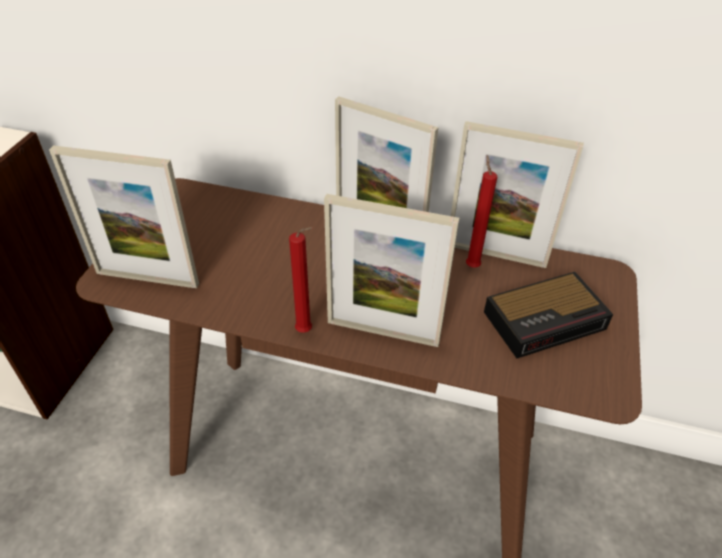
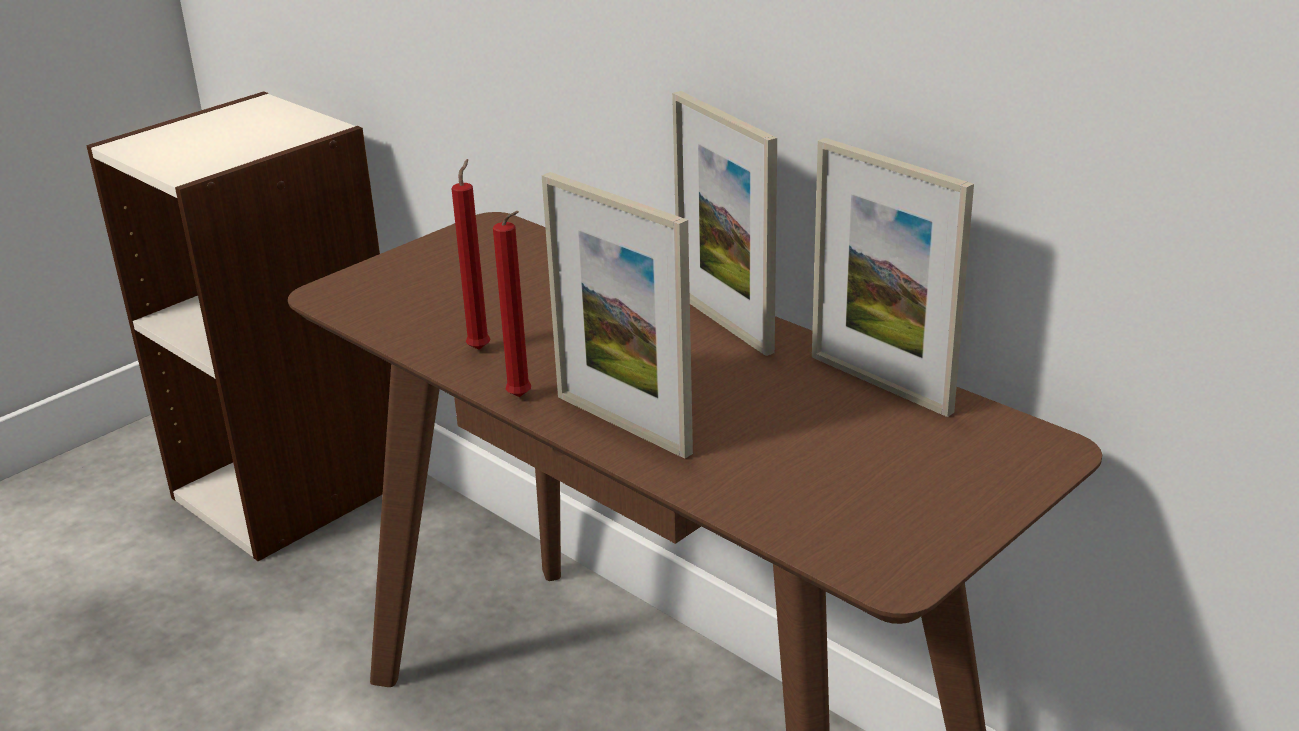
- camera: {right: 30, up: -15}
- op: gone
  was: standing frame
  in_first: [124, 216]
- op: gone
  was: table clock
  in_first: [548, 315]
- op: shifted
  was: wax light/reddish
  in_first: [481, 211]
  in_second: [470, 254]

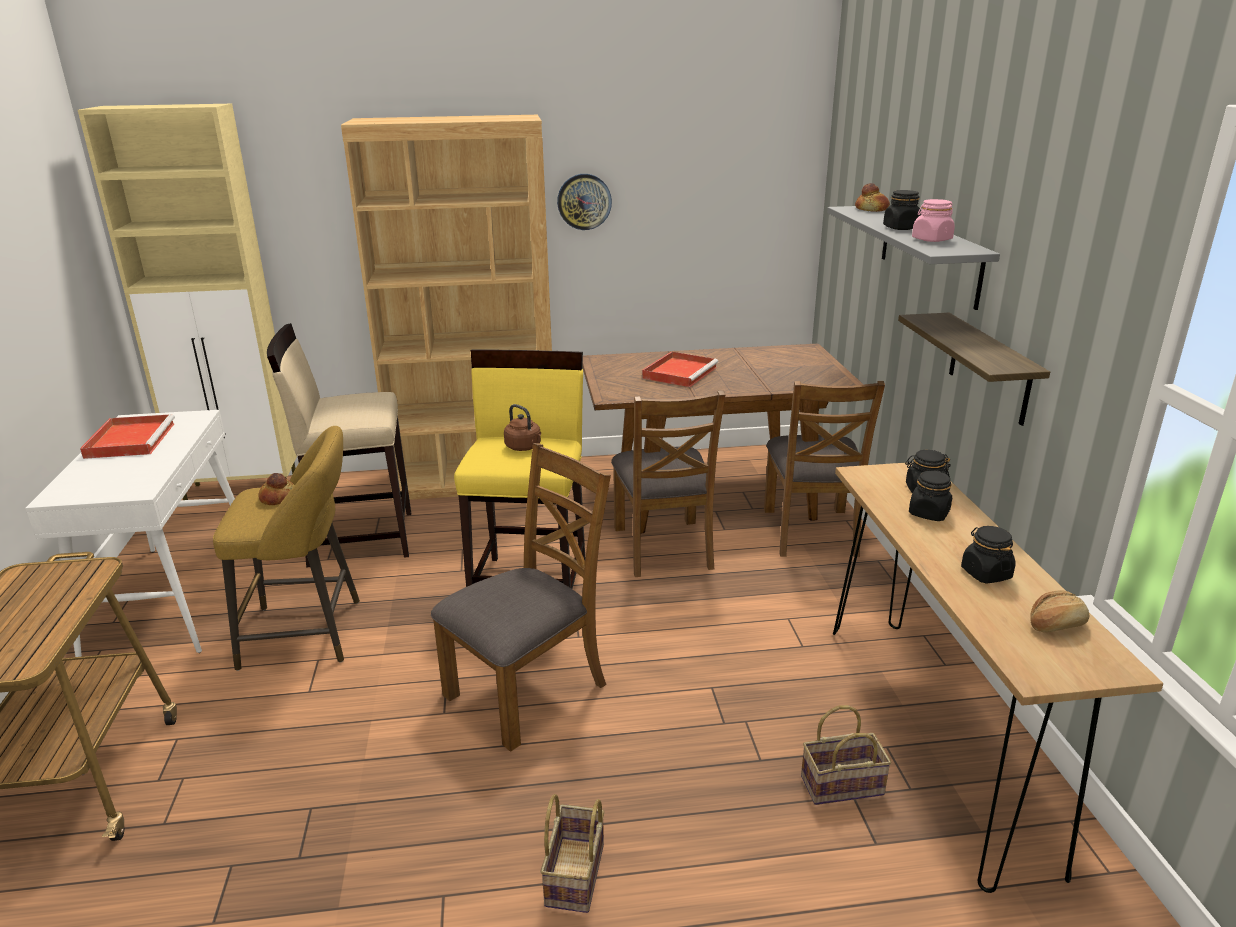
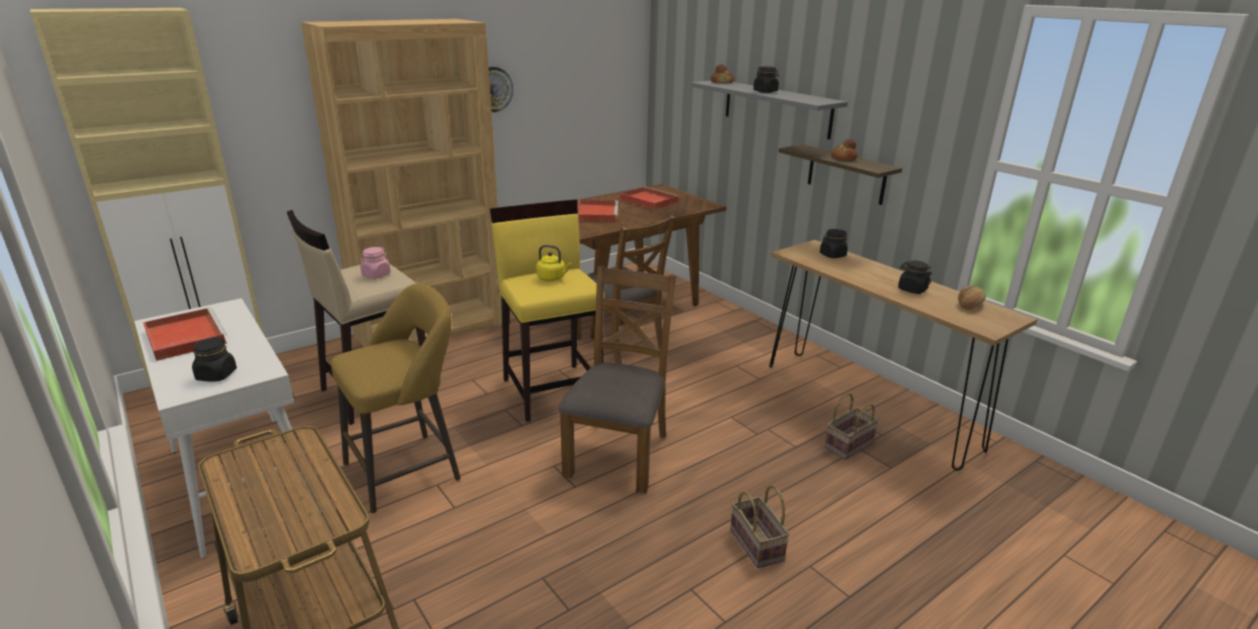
- camera: {right: -30, up: 0}
- op: gone
  was: plain chair/brown
  in_first: [824, 469]
- op: new
  now: tray/reddish
  in_second: [650, 198]
- op: shifted
  was: bread
  in_first: [276, 489]
  in_second: [844, 150]
- op: shifted
  was: jar/blackish
  in_first: [930, 495]
  in_second: [214, 359]
- op: shifted
  was: jar/pinkish
  in_first: [933, 220]
  in_second: [375, 263]
- op: repainted
  was: kettle/brown
  now: kettle/yellowish
  in_first: [522, 427]
  in_second: [554, 263]

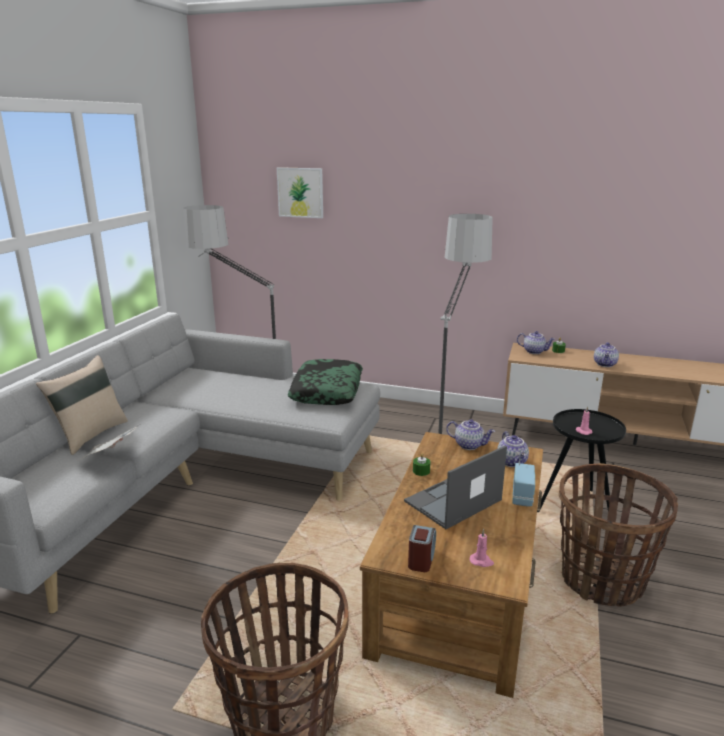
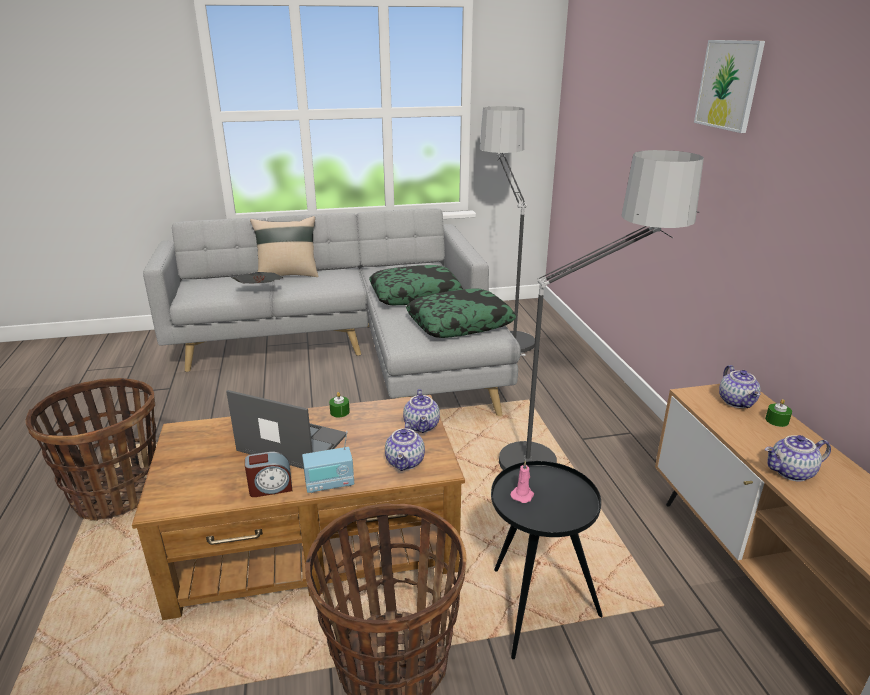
- camera: {right: 60, up: 5}
- op: gone
  was: wax light/pinkish
  in_first: [482, 548]
- op: new
  now: pillow
  in_second: [416, 285]
- op: shifted
  was: wall picture
  in_first: [300, 192]
  in_second: [729, 86]
- op: shifted
  was: table clock
  in_first: [422, 548]
  in_second: [268, 474]
- op: rotated
  was: tea pot
  in_first: [513, 449]
  in_second: [405, 446]
  clockwise: -45

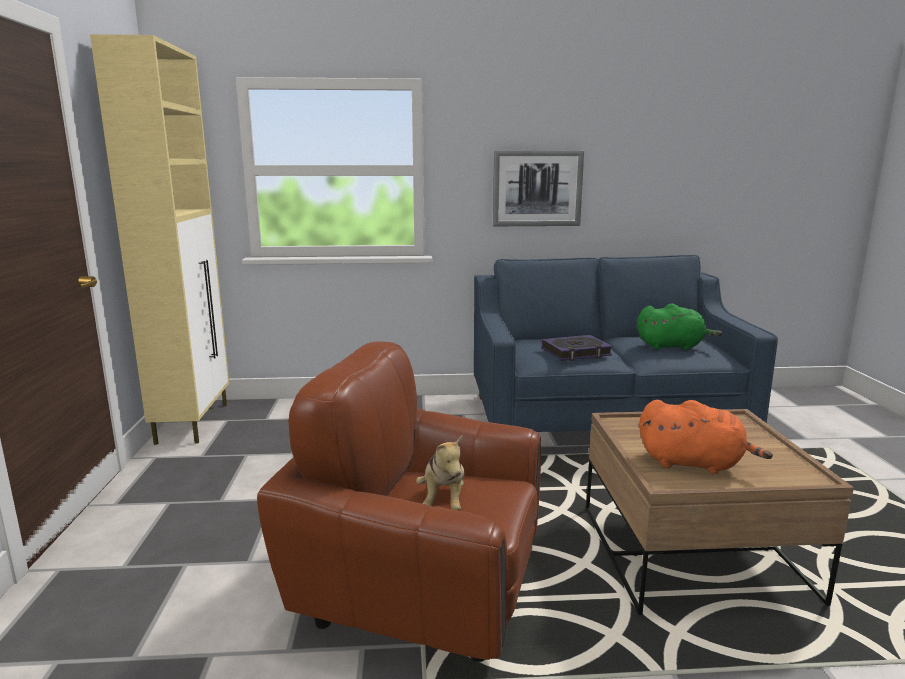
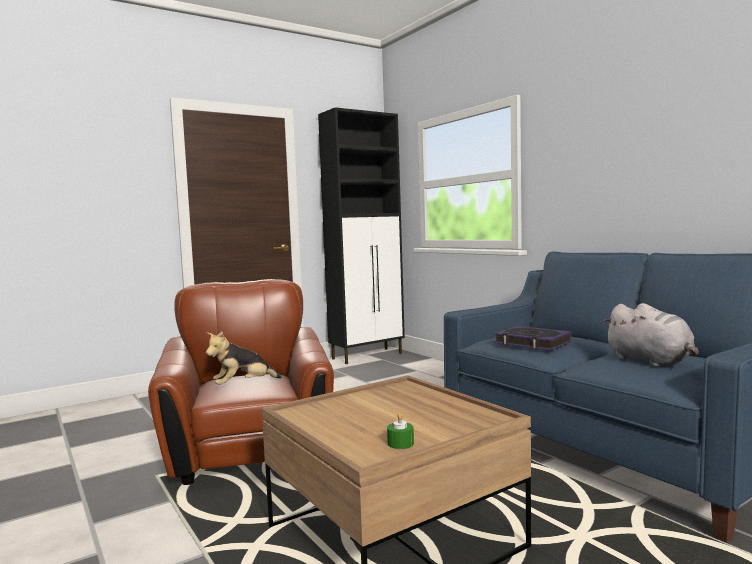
- camera: {right: 60, up: -10}
- op: gone
  was: wall picture
  in_first: [538, 188]
- op: gone
  was: cuddly toy/orange
  in_first: [706, 437]
- op: new
  now: wax light/green-coloured
  in_second: [400, 431]
- op: repainted
  was: storage cabinet/beige
  now: storage cabinet/blackish
  in_first: [159, 239]
  in_second: [361, 235]
- op: repainted
  was: cuddly toy/green-coloured
  now: cuddly toy/gray
  in_first: [679, 326]
  in_second: [651, 335]

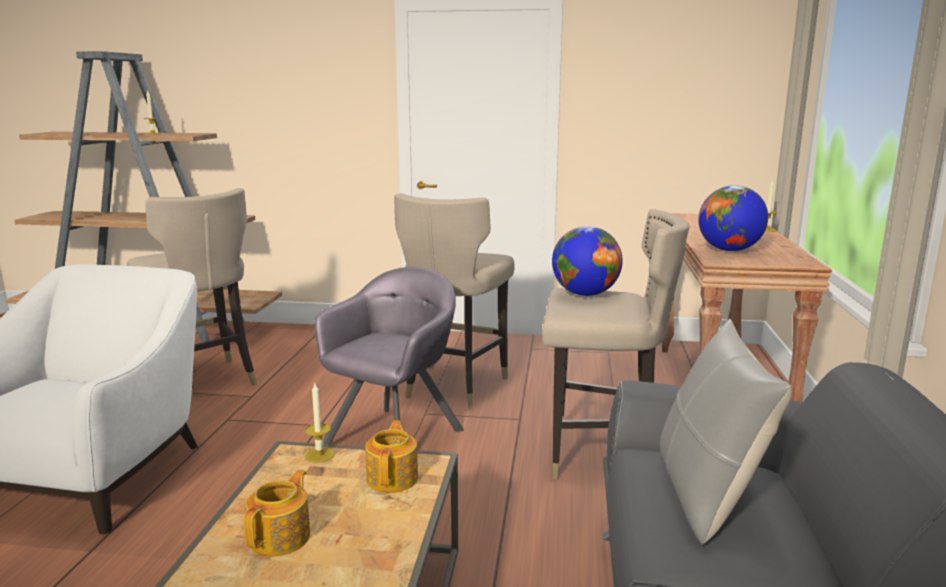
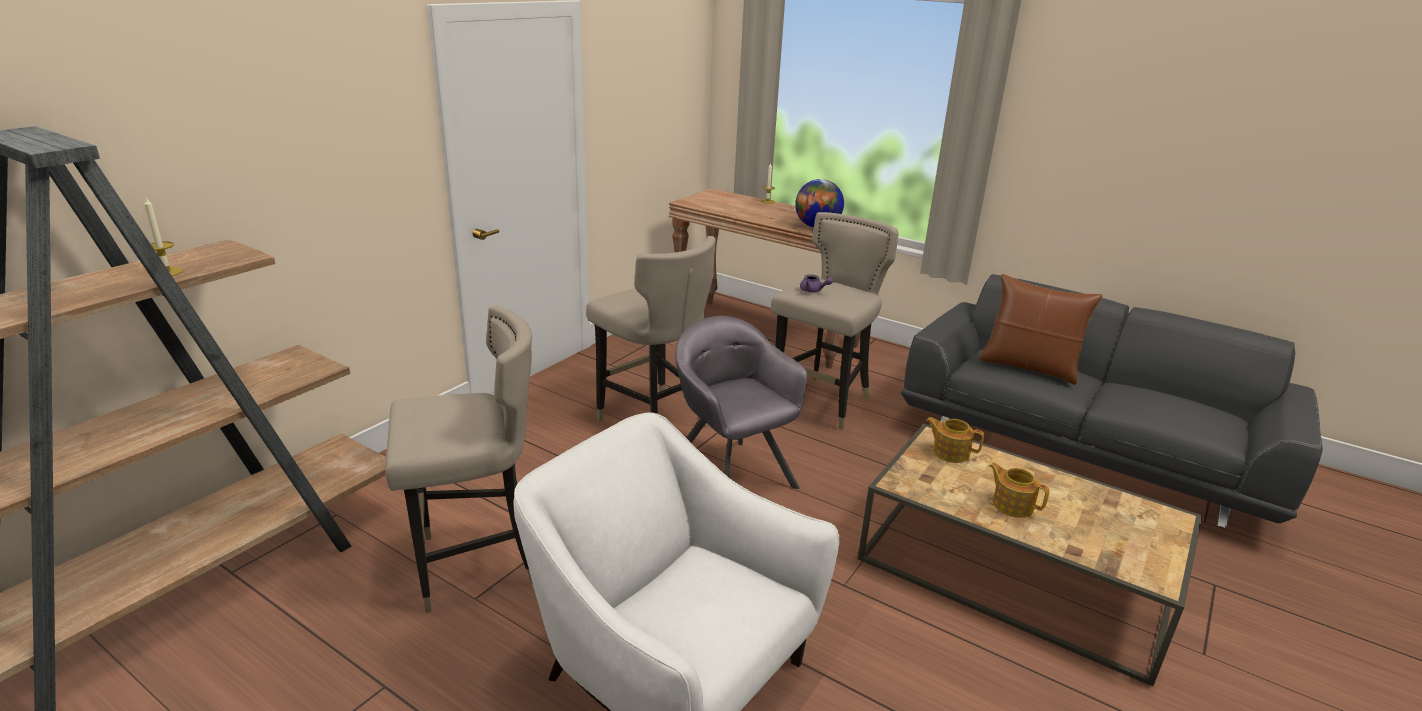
- camera: {right: -65, up: 10}
- op: gone
  was: wax light
  in_first: [320, 423]
- op: swapped
  was: desk globe
  now: tea pot/purple-coloured
  in_first: [587, 261]
  in_second: [816, 283]
- op: repainted
  was: pillow/gray
  now: pillow/brown
  in_first: [726, 431]
  in_second: [1041, 329]

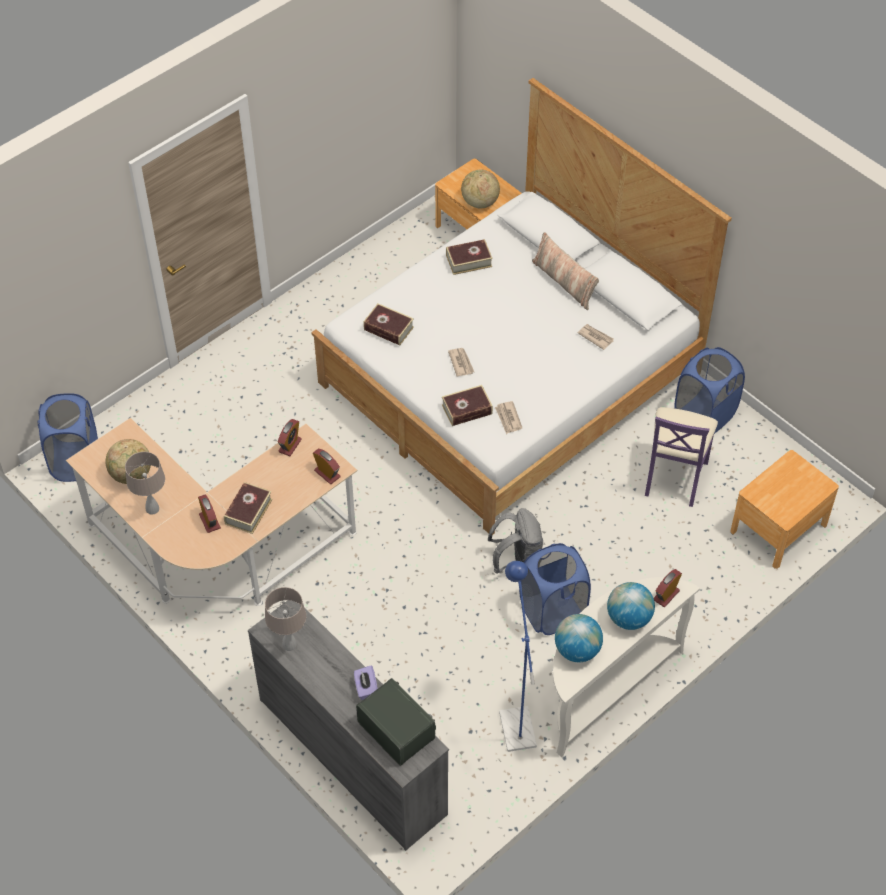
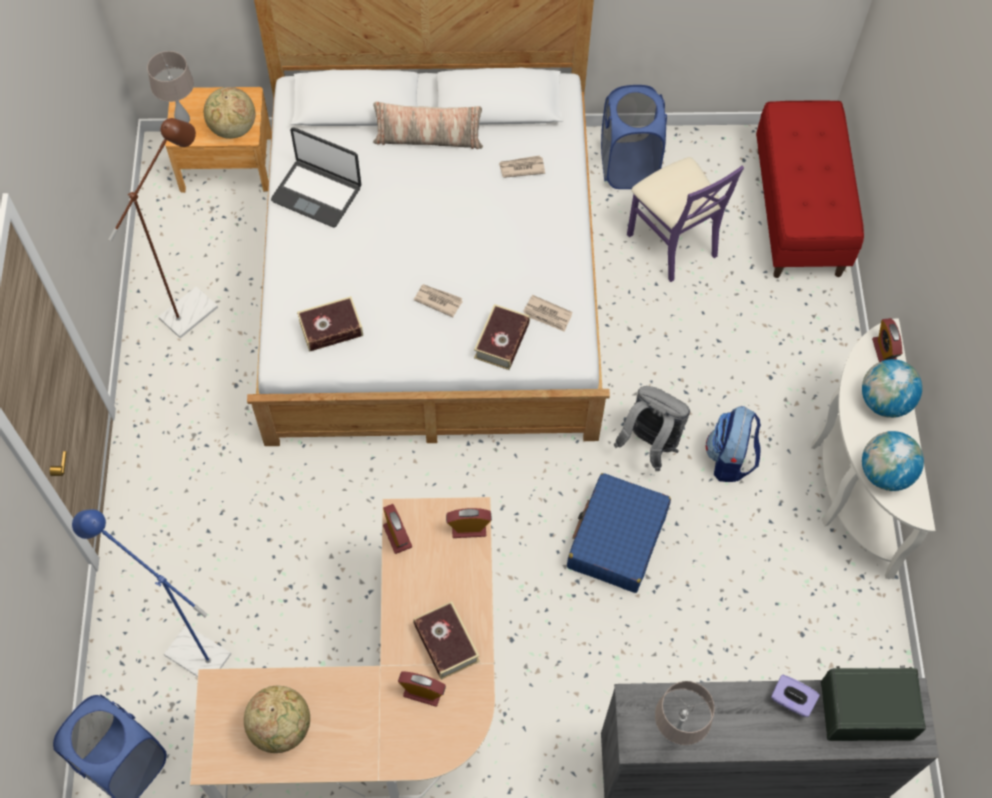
- camera: {right: -50, up: 10}
- op: new
  now: standard lamp/brown
  in_second: [163, 228]
- op: new
  now: suitcase/blue
  in_second: [619, 533]
- op: shifted
  was: tabletop lamp/beige
  in_first: [145, 483]
  in_second: [170, 87]
- op: shifted
  was: standard lamp/blue
  in_first: [518, 656]
  in_second: [151, 593]
- op: swapped
  was: volume
  now: laptop
  in_first: [469, 257]
  in_second: [316, 177]
- op: swapped
  was: hamper/blue
  now: knapsack
  in_first: [555, 589]
  in_second: [733, 444]
- op: swapped
  was: bedside table/brown
  now: indoor bench/reddish
  in_first: [784, 509]
  in_second: [810, 189]

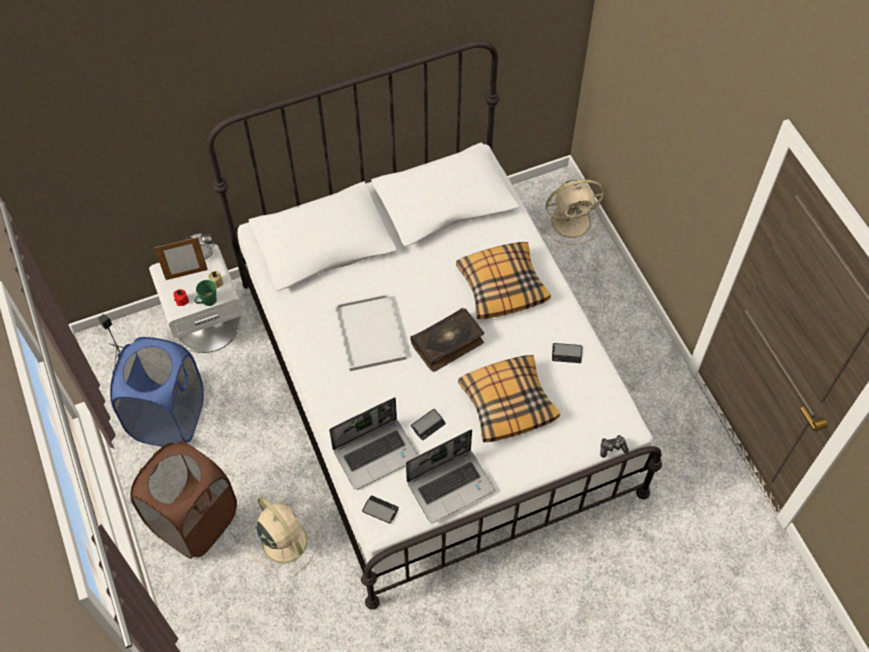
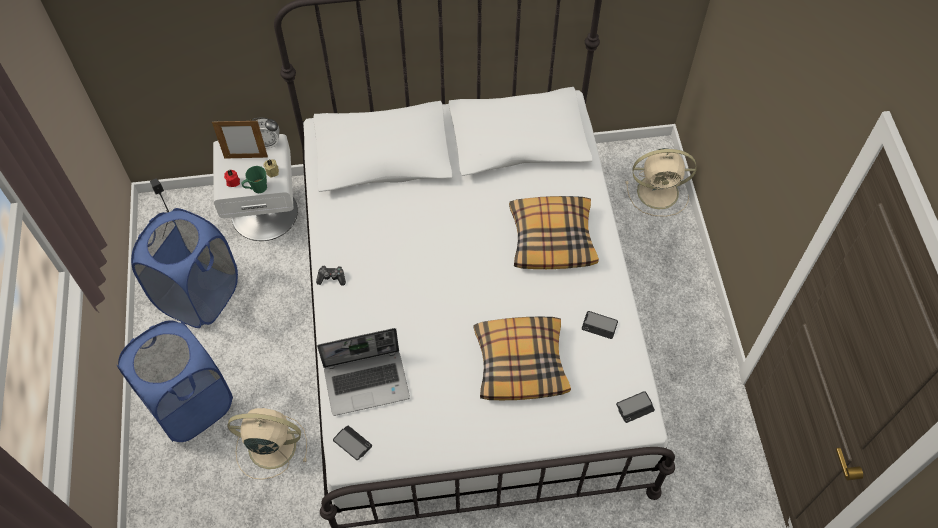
- camera: {right: 15, up: 0}
- op: gone
  was: tray/white-coloured
  in_first: [370, 332]
- op: gone
  was: laptop
  in_first: [450, 476]
- op: gone
  was: volume
  in_first: [447, 340]
- op: shifted
  was: phone
  in_first: [428, 424]
  in_second: [635, 407]
- op: shifted
  was: joypad
  in_first: [614, 446]
  in_second: [331, 276]
- op: repainted
  was: hamper/brown
  now: hamper/blue
  in_first: [183, 500]
  in_second: [175, 381]
- op: rotated
  was: electric fan/beige
  in_first: [283, 536]
  in_second: [267, 444]
  clockwise: -60

